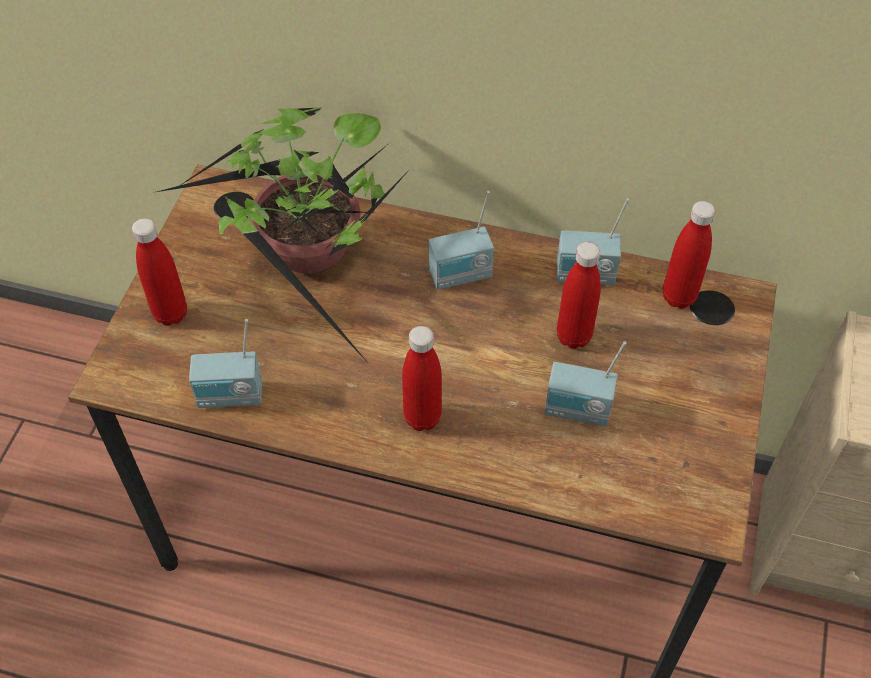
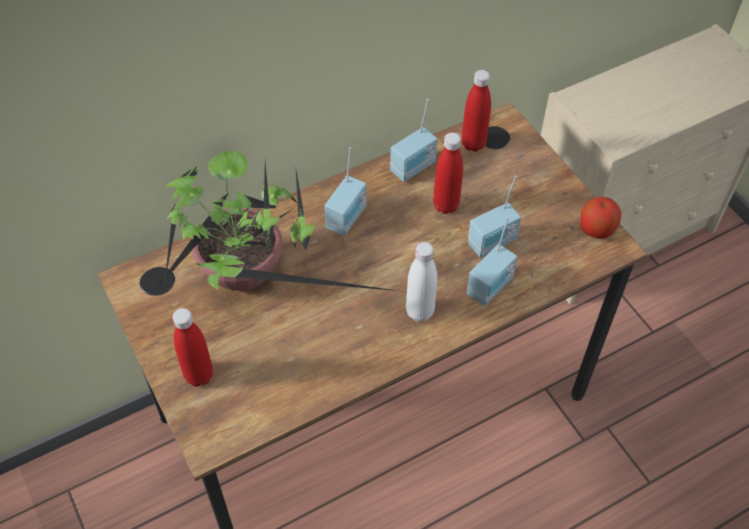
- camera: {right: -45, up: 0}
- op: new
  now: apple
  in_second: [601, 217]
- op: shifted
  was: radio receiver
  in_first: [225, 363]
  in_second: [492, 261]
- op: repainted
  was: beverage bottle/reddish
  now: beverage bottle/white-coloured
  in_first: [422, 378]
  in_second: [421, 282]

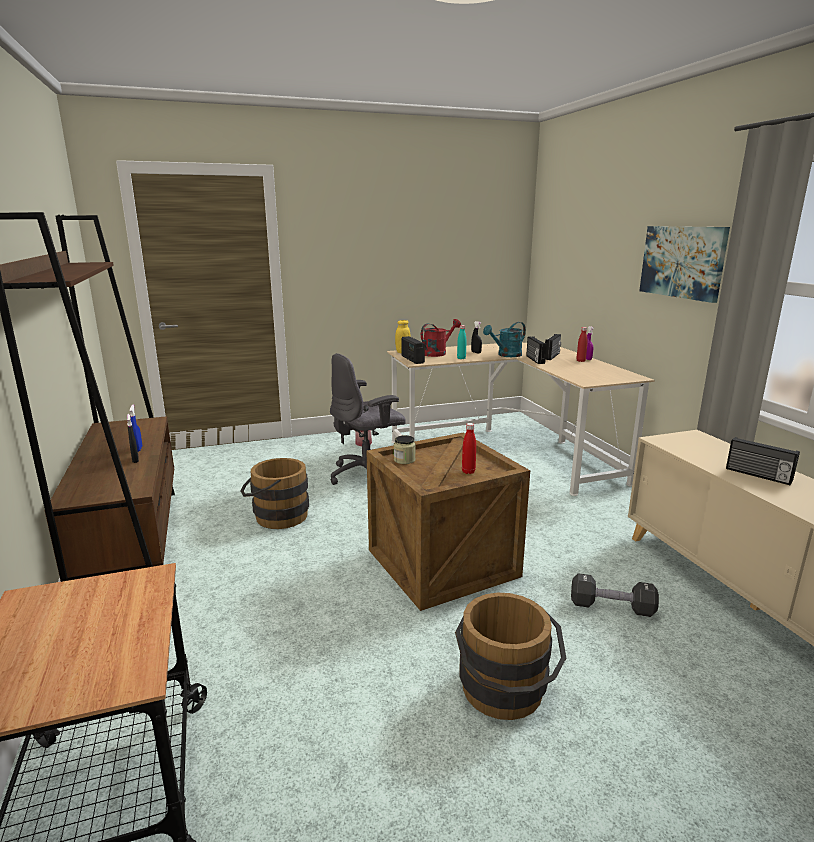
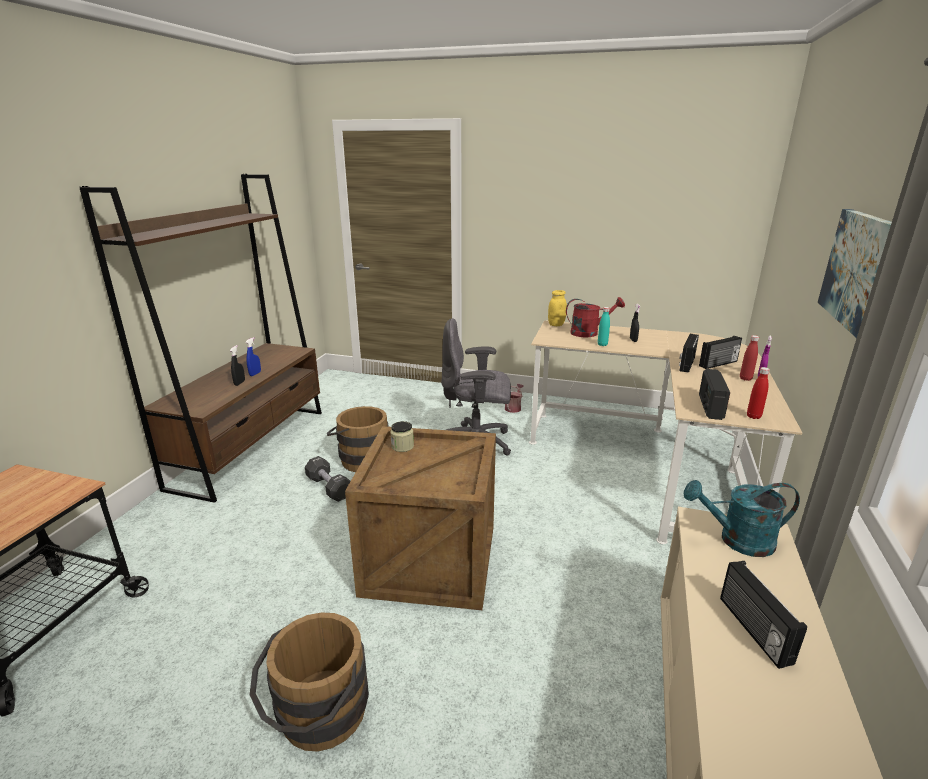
- camera: {right: 35, up: 5}
- op: shifted
  was: radio receiver
  in_first: [413, 350]
  in_second: [714, 394]
- op: shifted
  was: beverage bottle/reddish
  in_first: [469, 448]
  in_second: [758, 393]
- op: shifted
  was: sprinkling can/blue-green
  in_first: [504, 339]
  in_second: [742, 518]
- op: shifted
  was: hand weight/blackish
  in_first: [615, 595]
  in_second: [327, 479]

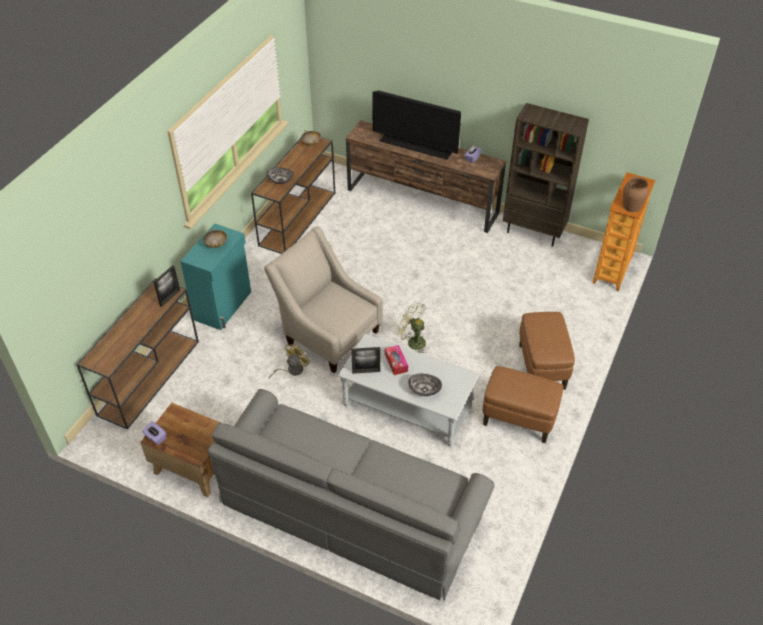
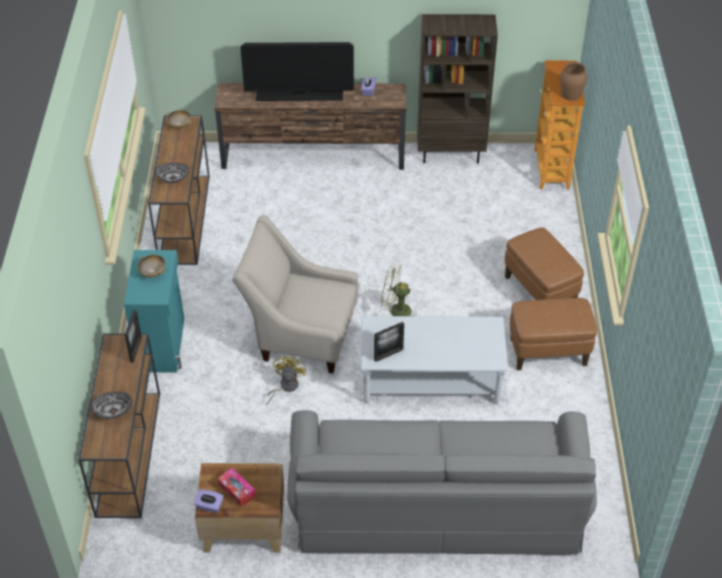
- camera: {right: -25, up: 0}
- op: shifted
  was: tissue box
  in_first: [396, 360]
  in_second: [236, 487]
- op: shifted
  was: serving bowl
  in_first: [425, 385]
  in_second: [111, 405]

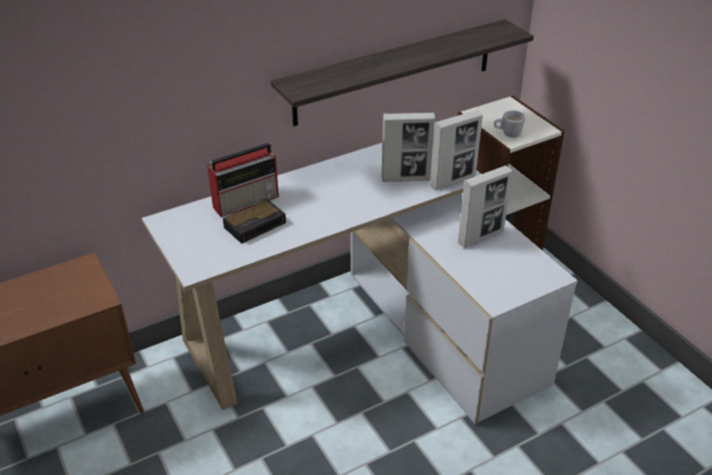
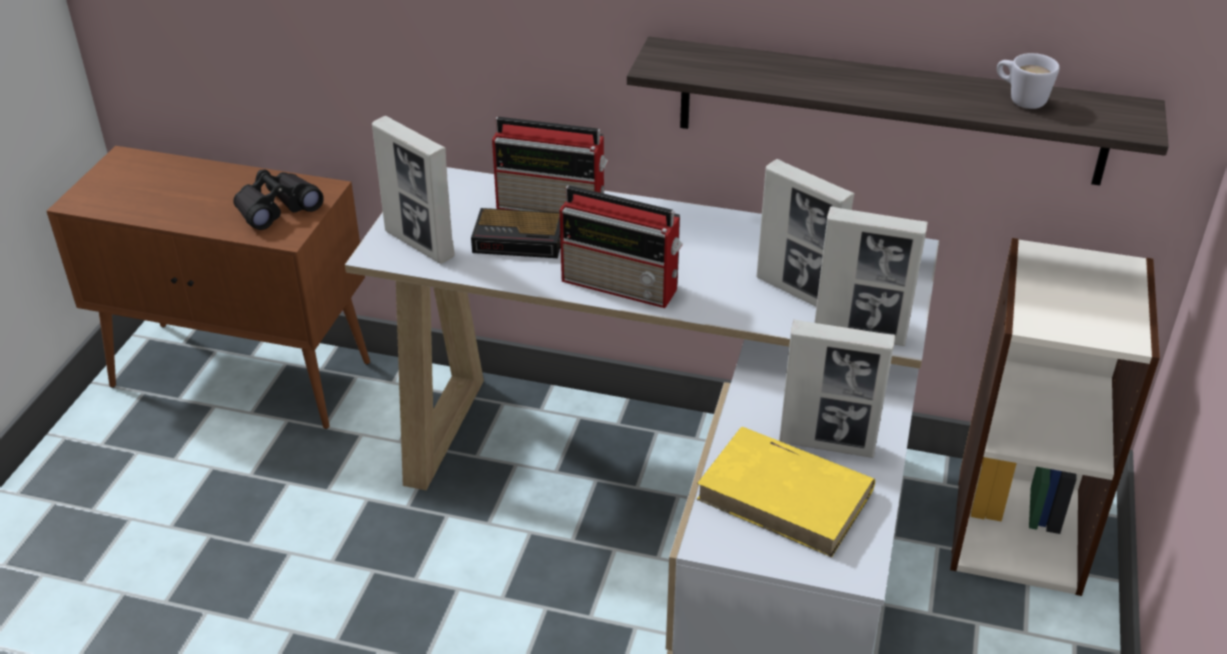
- camera: {right: 45, up: 0}
- op: new
  now: pair of binoculars/blackish
  in_second: [279, 199]
- op: new
  now: standing frame
  in_second: [413, 189]
- op: new
  now: radio receiver
  in_second: [621, 246]
- op: new
  now: volume/yellowish
  in_second: [785, 492]
- op: shifted
  was: mug/white-coloured
  in_first: [509, 124]
  in_second: [1028, 81]

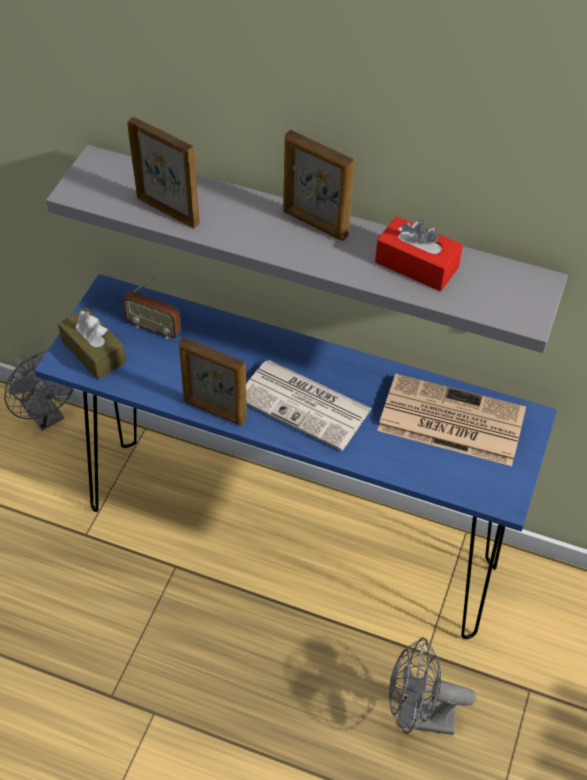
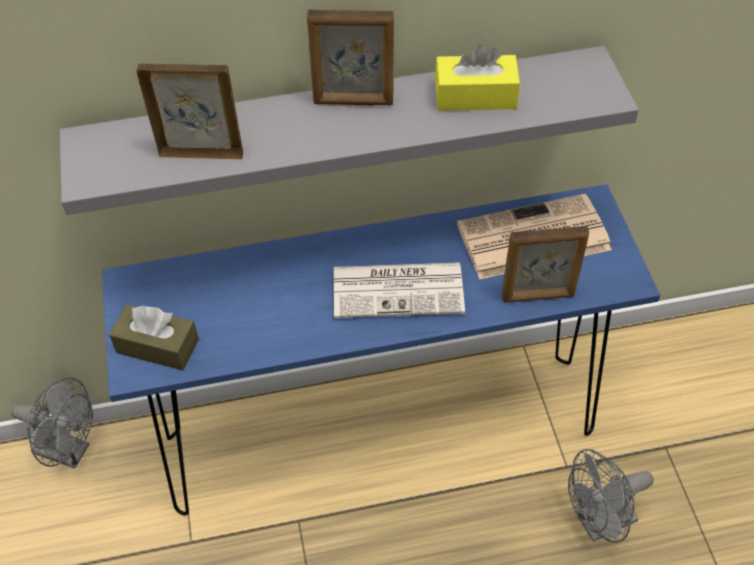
- camera: {right: -30, up: 0}
- op: gone
  was: radio receiver
  in_first: [152, 308]
- op: shifted
  was: standing frame
  in_first: [213, 381]
  in_second: [545, 264]
- op: repainted
  was: tissue box/reddish
  now: tissue box/yellowish
  in_first: [419, 253]
  in_second: [477, 77]

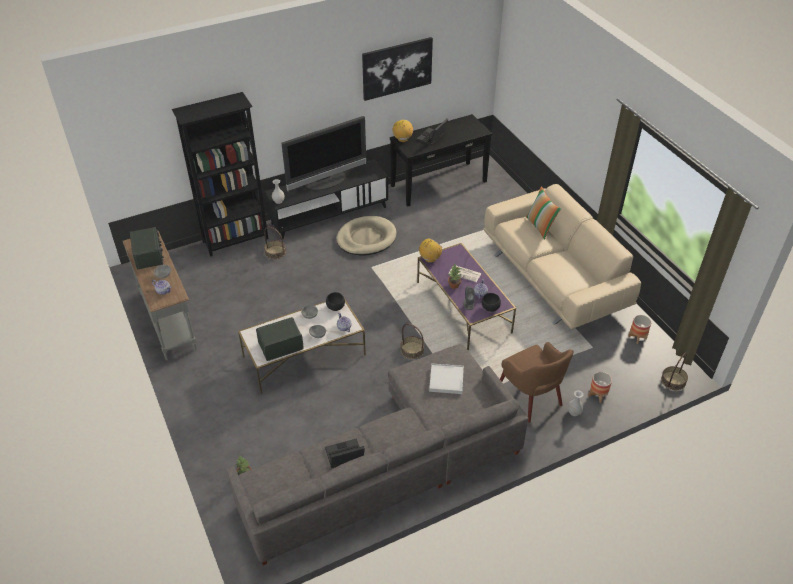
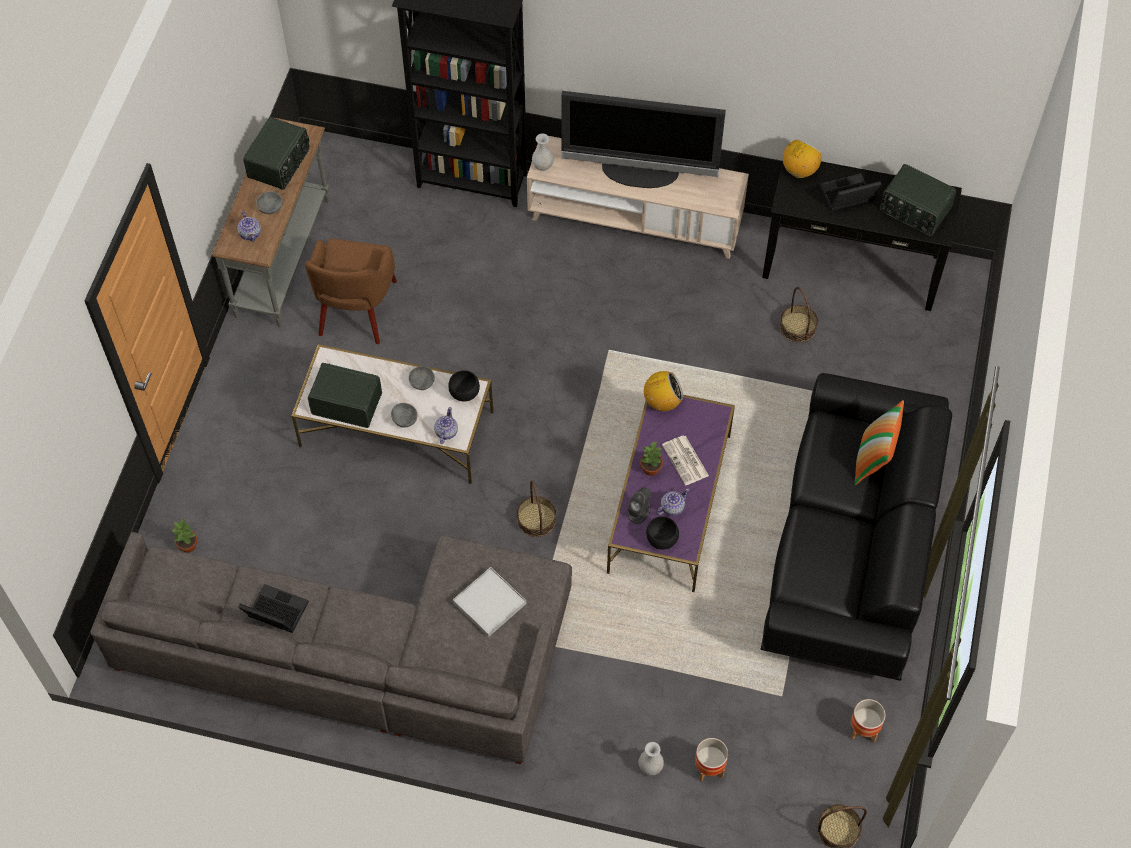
- camera: {right: 40, up: 15}
- op: gone
  was: pet bed/beige
  in_first: [366, 236]
- op: gone
  was: wall picture
  in_first: [397, 69]
- op: new
  now: radio receiver
  in_second: [918, 200]
- op: shifted
  was: storage basket
  in_first: [275, 243]
  in_second: [799, 314]
- op: shifted
  was: lounge chair/brown
  in_first: [536, 382]
  in_second: [351, 291]
- op: repainted
  was: tv unit/blackish
  now: tv unit/beige
  in_first: [326, 199]
  in_second: [638, 197]
- op: repainted
  was: sofa/beige
  now: sofa/blackish
  in_first: [562, 256]
  in_second: [856, 527]

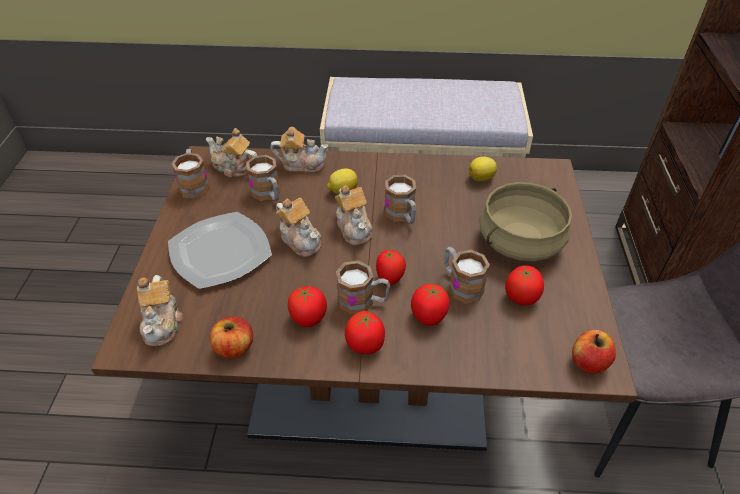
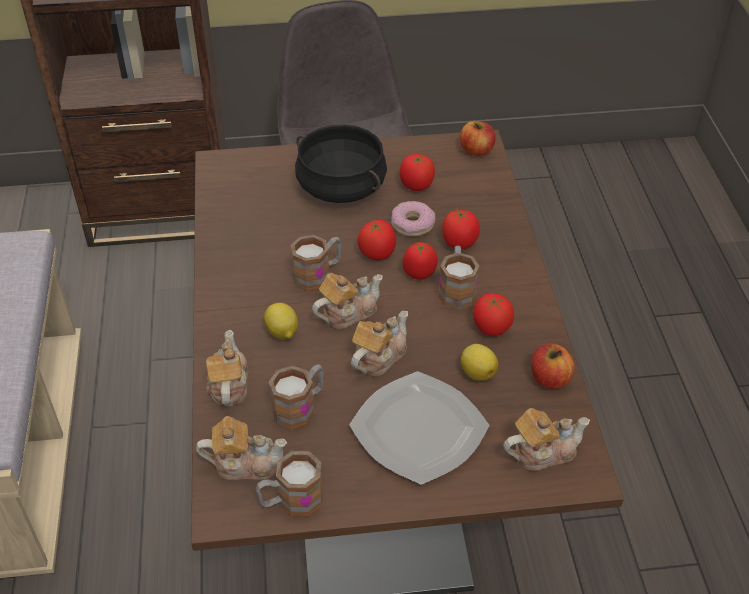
- camera: {right: -100, up: 0}
- op: shifted
  was: fresh tomato
  in_first: [365, 332]
  in_second: [377, 239]
- op: shifted
  was: lemon
  in_first: [483, 169]
  in_second: [479, 362]
- op: swapped
  was: mug
  now: ring doughnut
  in_first: [467, 275]
  in_second: [413, 219]
- op: repainted
  was: stockpot/beige
  now: stockpot/blackish
  in_first: [525, 222]
  in_second: [341, 163]
- op: rotated
  was: tea pot
  in_first: [231, 153]
  in_second: [241, 448]
  clockwise: -105

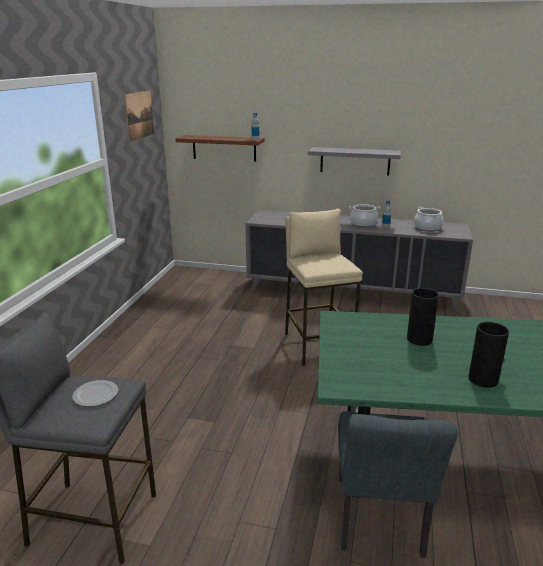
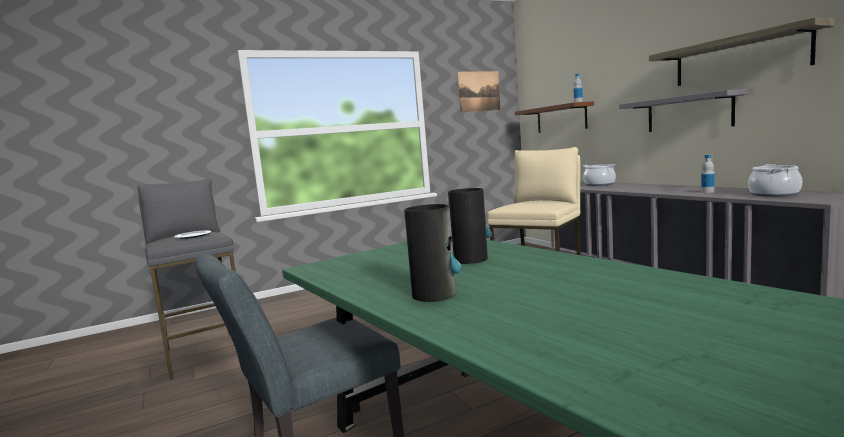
- camera: {right: 50, up: -15}
- op: new
  now: shelf
  in_second: [742, 51]
- op: shifted
  was: stockpot
  in_first: [364, 215]
  in_second: [599, 175]

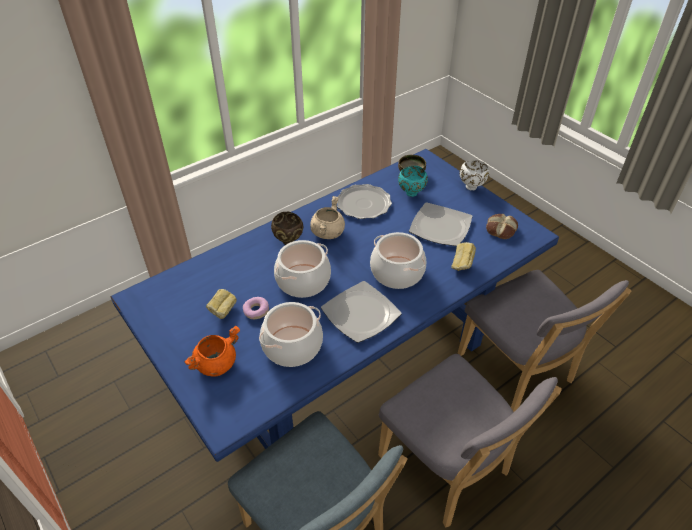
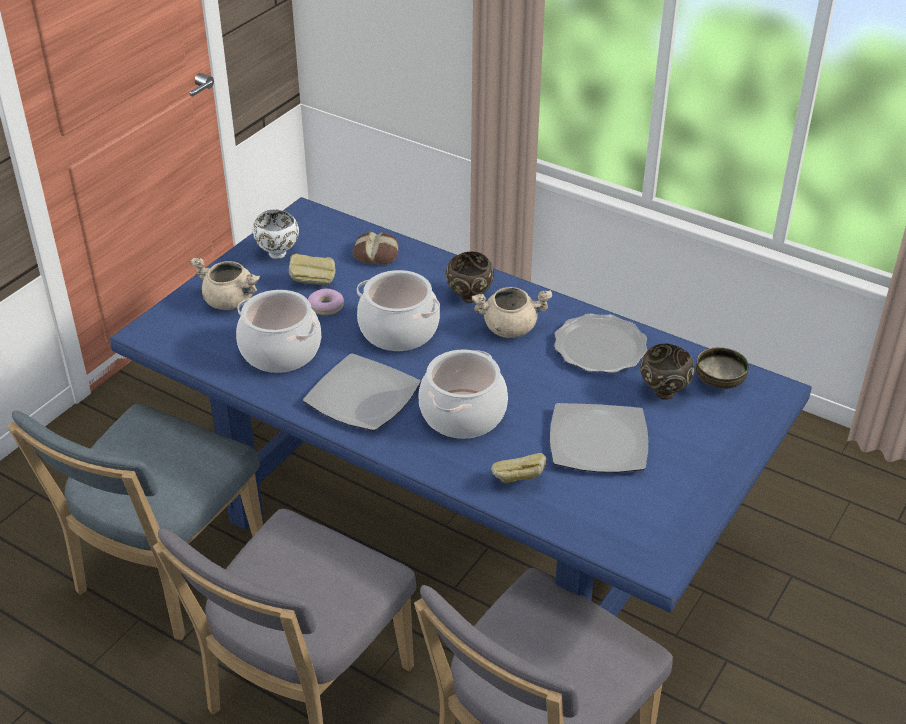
- camera: {right: 70, up: -5}
- op: shifted
  was: serving bowl/white-coloured
  in_first: [474, 175]
  in_second: [275, 234]
- op: shifted
  was: bread
  in_first: [502, 226]
  in_second: [375, 248]
- op: repainted
  was: stockpot/orange
  now: stockpot/beige
  in_first: [212, 351]
  in_second: [225, 283]
- op: repainted
  was: serving bowl/blue-green
  now: serving bowl/brown
  in_first: [413, 181]
  in_second: [667, 372]

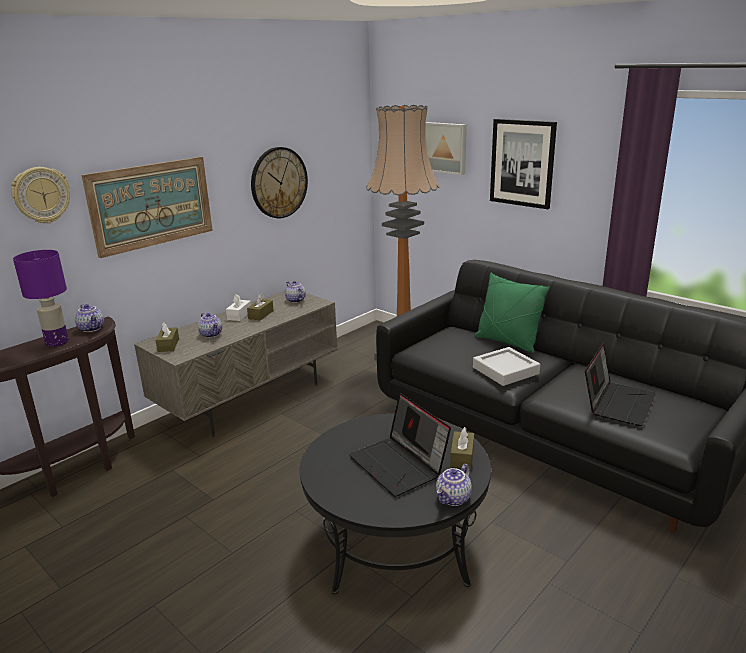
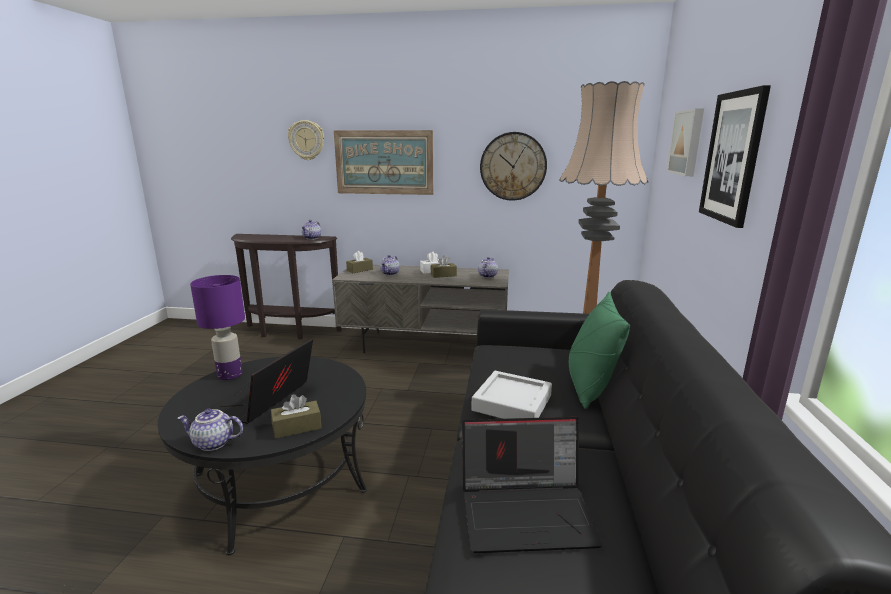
- camera: {right: 55, up: -5}
- op: shifted
  was: tabletop lamp/purple-coloured
  in_first: [41, 298]
  in_second: [217, 327]

